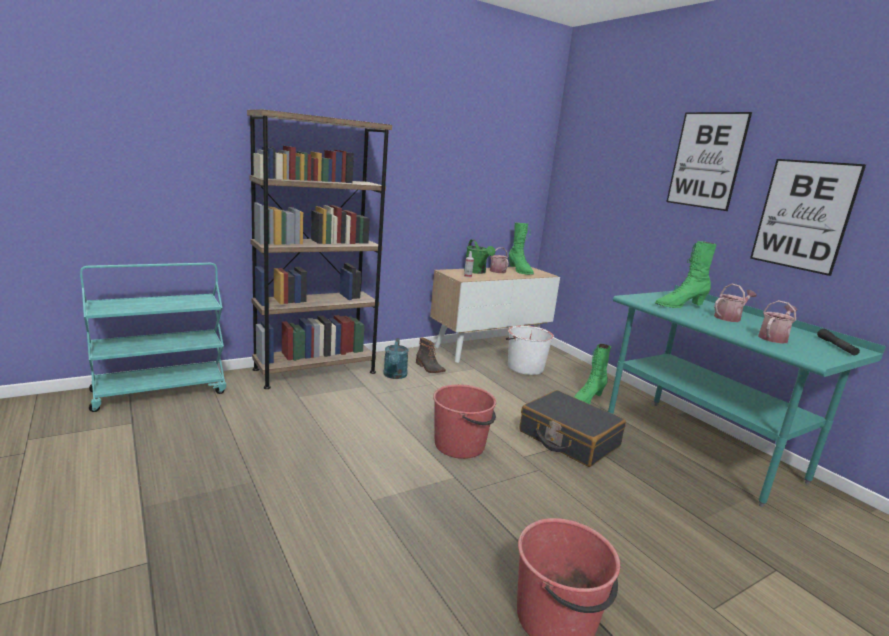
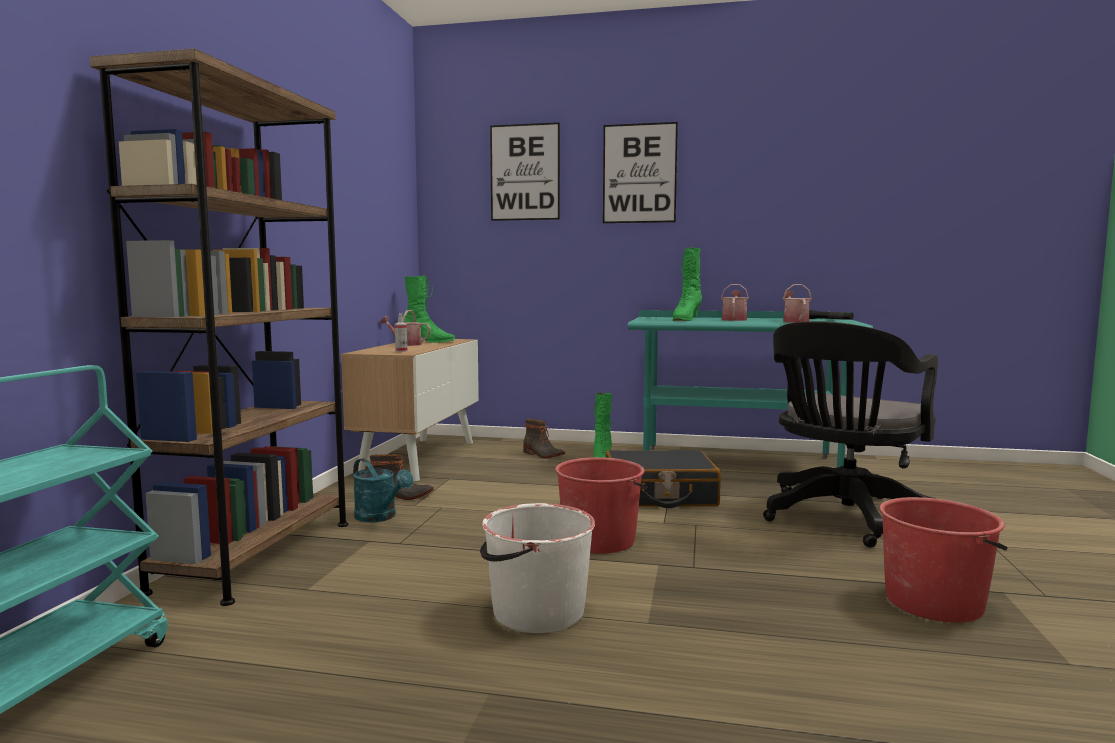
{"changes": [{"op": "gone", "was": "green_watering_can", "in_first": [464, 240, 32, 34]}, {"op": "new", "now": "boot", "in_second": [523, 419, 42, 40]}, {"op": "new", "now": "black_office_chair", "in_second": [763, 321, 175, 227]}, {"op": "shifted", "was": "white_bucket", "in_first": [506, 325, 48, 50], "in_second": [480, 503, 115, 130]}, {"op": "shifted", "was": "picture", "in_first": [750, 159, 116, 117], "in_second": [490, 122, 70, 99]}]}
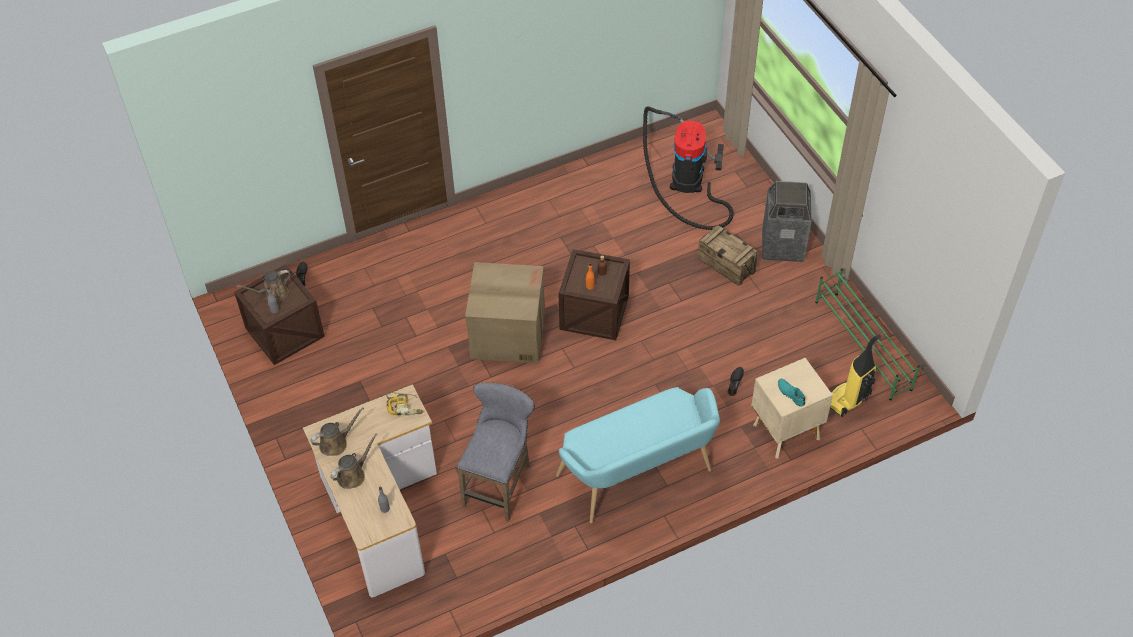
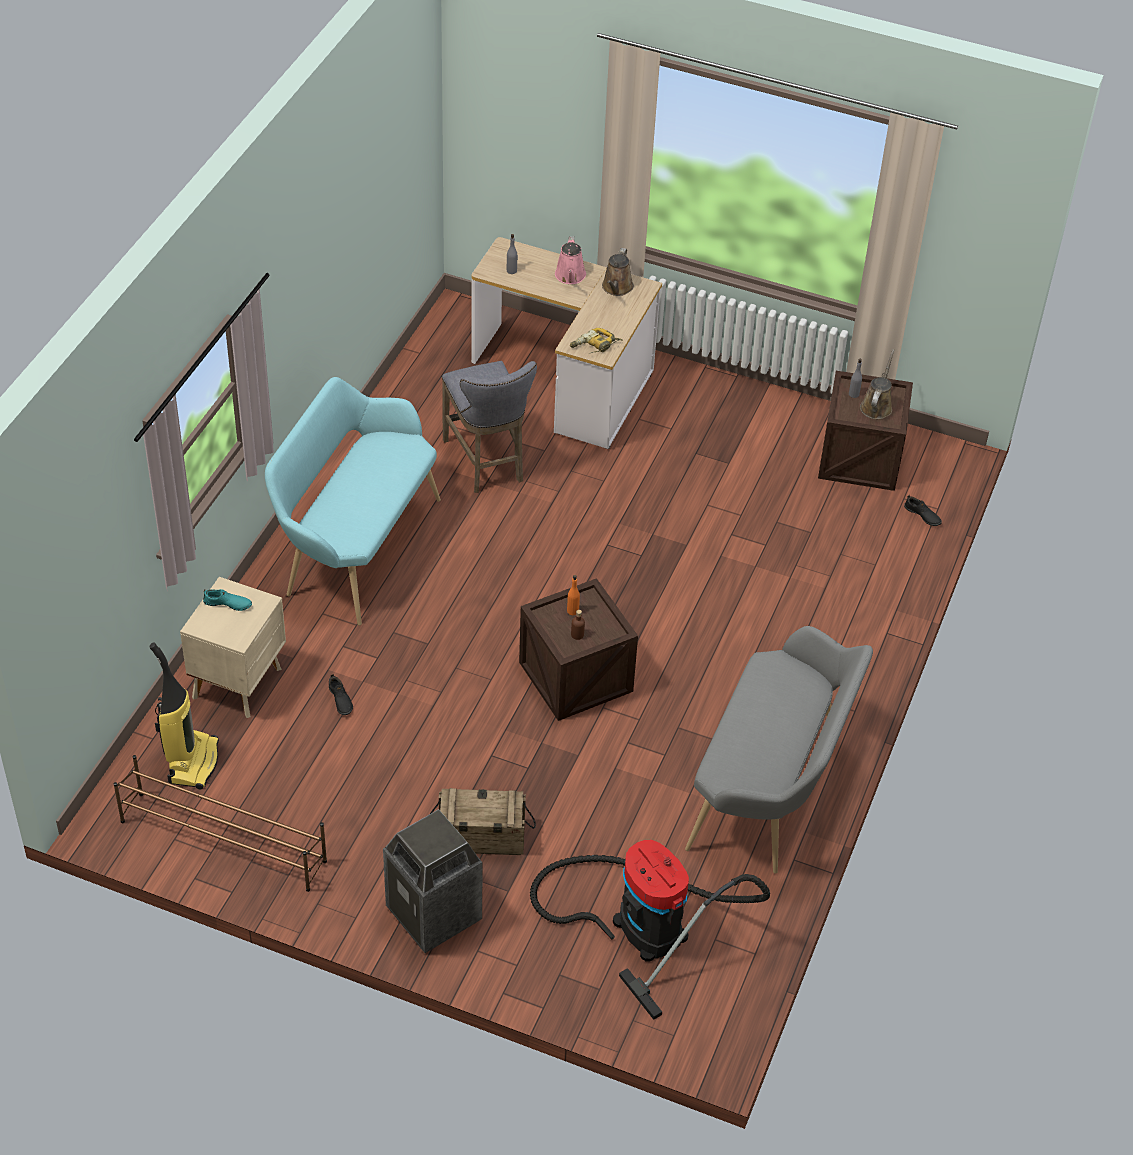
{"changes": [{"op": "gone", "was": "cardboard_box", "in_first": [465, 262, 80, 102]}, {"op": "new", "now": "grey_bench", "in_second": [685, 626, 188, 247]}, {"op": "repainted", "was": "brown_watering_can", "now": "pink_watering_can", "in_first": [331, 434, 46, 55], "in_second": [555, 236, 31, 48]}, {"op": "repainted", "was": "green_shoe_rack", "now": "brown_shoe_rack", "in_first": [815, 268, 105, 132], "in_second": [114, 755, 213, 137]}]}
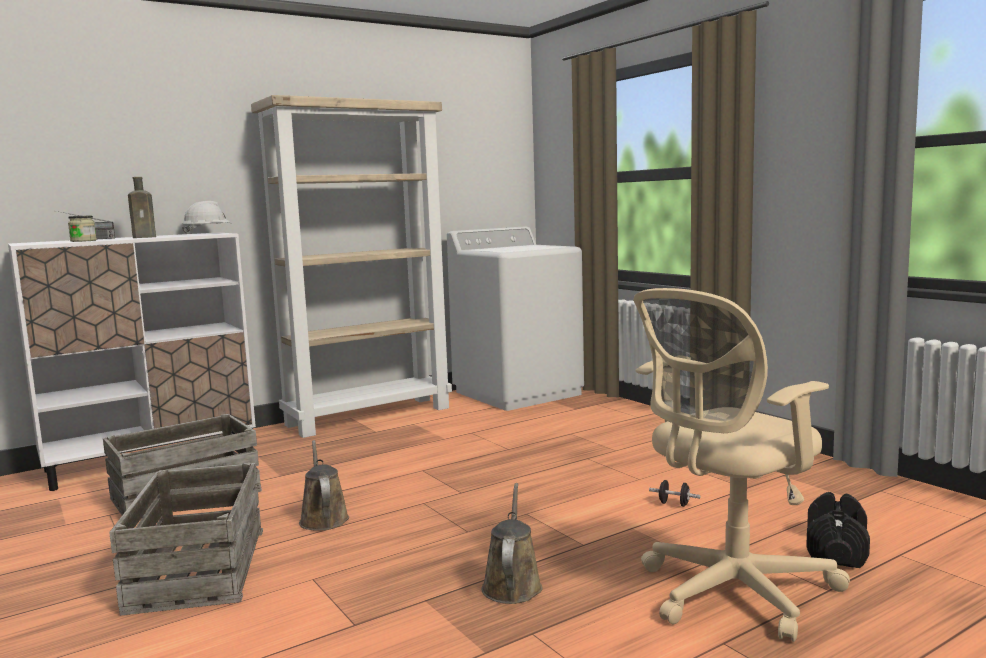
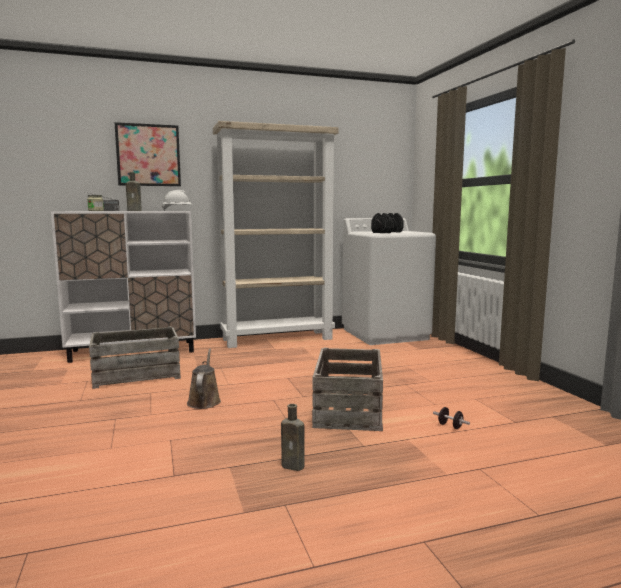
{"changes": [{"op": "gone", "was": "beige_office_chair", "in_first": [634, 288, 216, 354]}, {"op": "new", "now": "picture", "in_second": [114, 122, 67, 64]}, {"op": "shifted", "was": "crate", "in_first": [109, 463, 154, 153], "in_second": [312, 348, 71, 83]}, {"op": "shifted", "was": "black_dumbbell", "in_first": [806, 492, 64, 76], "in_second": [371, 213, 33, 20]}, {"op": "swapped", "was": "brown_watering_can", "now": "brown_bottle", "in_first": [481, 483, 62, 121], "in_second": [281, 404, 23, 67]}]}
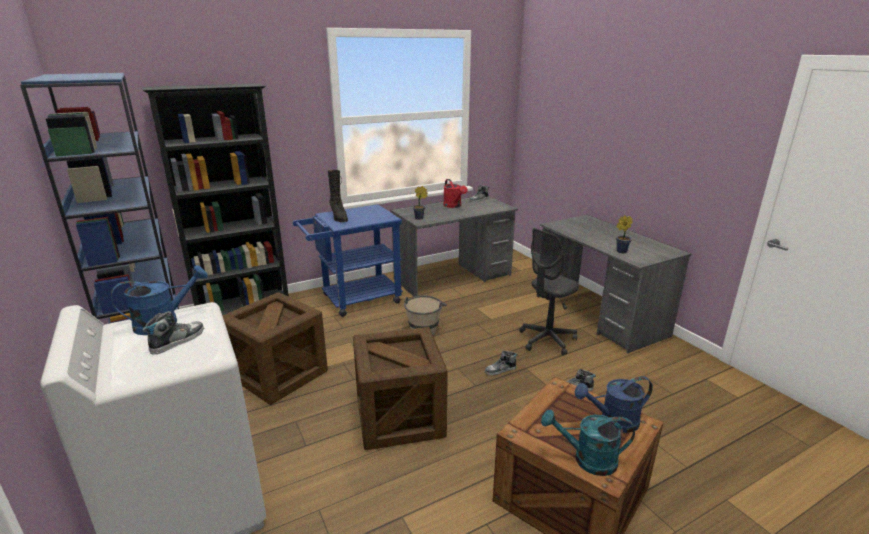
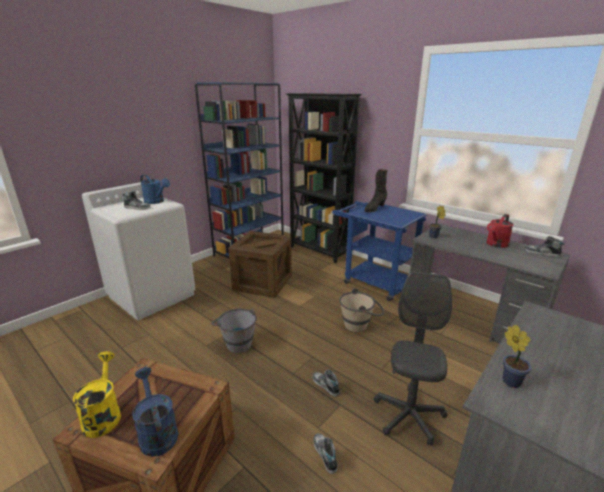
{"changes": [{"op": "swapped", "was": "crate", "now": "grey_bucket", "in_first": [353, 327, 95, 123], "in_second": [212, 308, 45, 45]}, {"op": "repainted", "was": "turquoise_watering_can", "now": "yellow_watering_can", "in_first": [541, 410, 94, 66], "in_second": [73, 351, 48, 87]}, {"op": "rotated", "was": "grey_office_chair", "in_first": [519, 228, 60, 127], "in_second": [374, 271, 78, 175], "clockwise": 75}]}
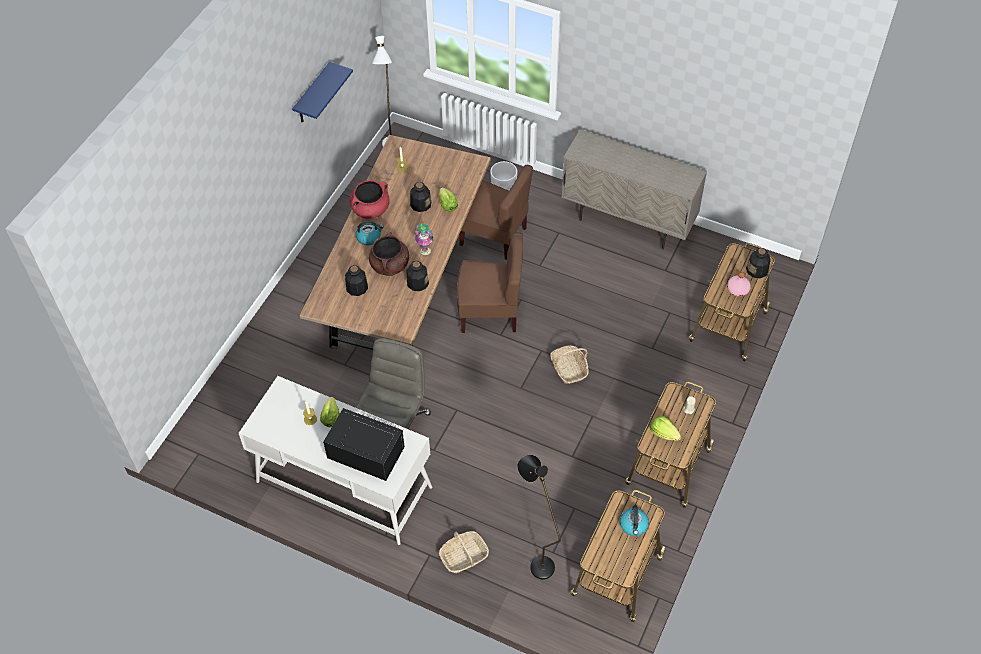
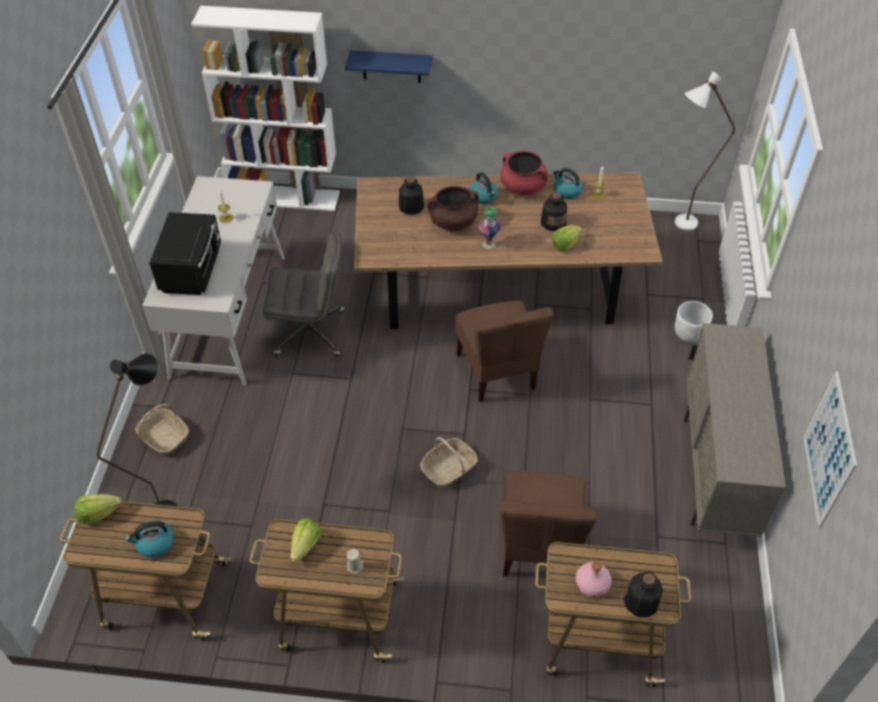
{"changes": [{"op": "gone", "was": "bottle", "in_first": [407, 261, 22, 30]}, {"op": "new", "now": "white_bookcase", "in_second": [191, 6, 149, 205]}, {"op": "new", "now": "kettle", "in_second": [553, 168, 30, 31]}, {"op": "new", "now": "picture", "in_second": [804, 372, 53, 156]}, {"op": "shifted", "was": "blue_shelf", "in_first": [292, 62, 61, 60], "in_second": [345, 50, 88, 33]}, {"op": "shifted", "was": "lettuce", "in_first": [320, 397, 20, 31], "in_second": [74, 494, 47, 30]}, {"op": "shifted", "was": "brown_chair", "in_first": [459, 165, 74, 95], "in_second": [501, 471, 96, 106]}]}
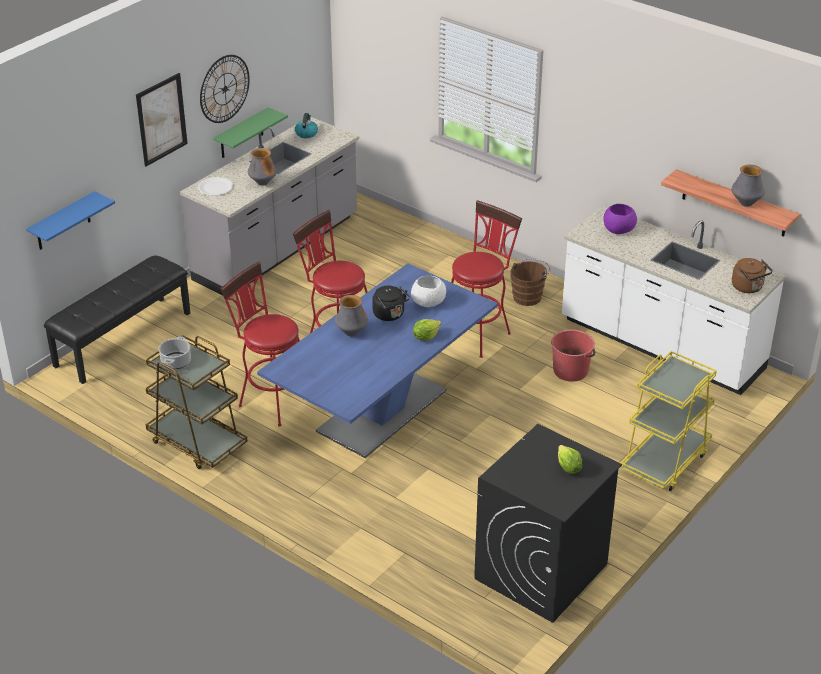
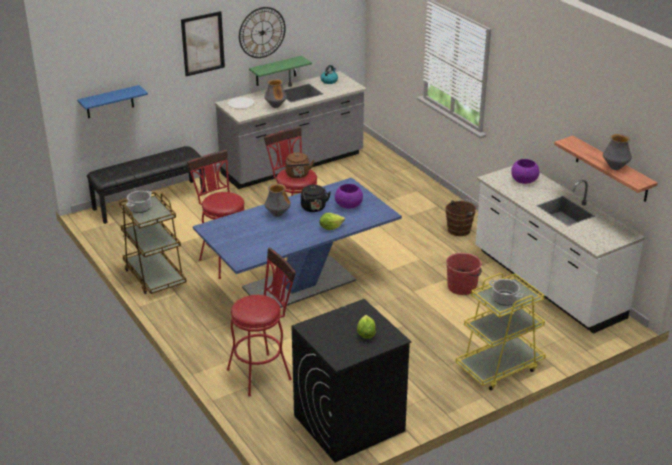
{"changes": [{"op": "new", "now": "cooking_pot", "in_second": [489, 279, 34, 27]}, {"op": "shifted", "was": "red_stool", "in_first": [451, 200, 71, 158], "in_second": [227, 247, 69, 150]}, {"op": "shifted", "was": "brown_kettle", "in_first": [732, 258, 41, 35], "in_second": [285, 152, 29, 26]}, {"op": "repainted", "was": "white_bowl", "now": "purple_bowl", "in_first": [411, 276, 35, 31], "in_second": [335, 184, 28, 25]}]}
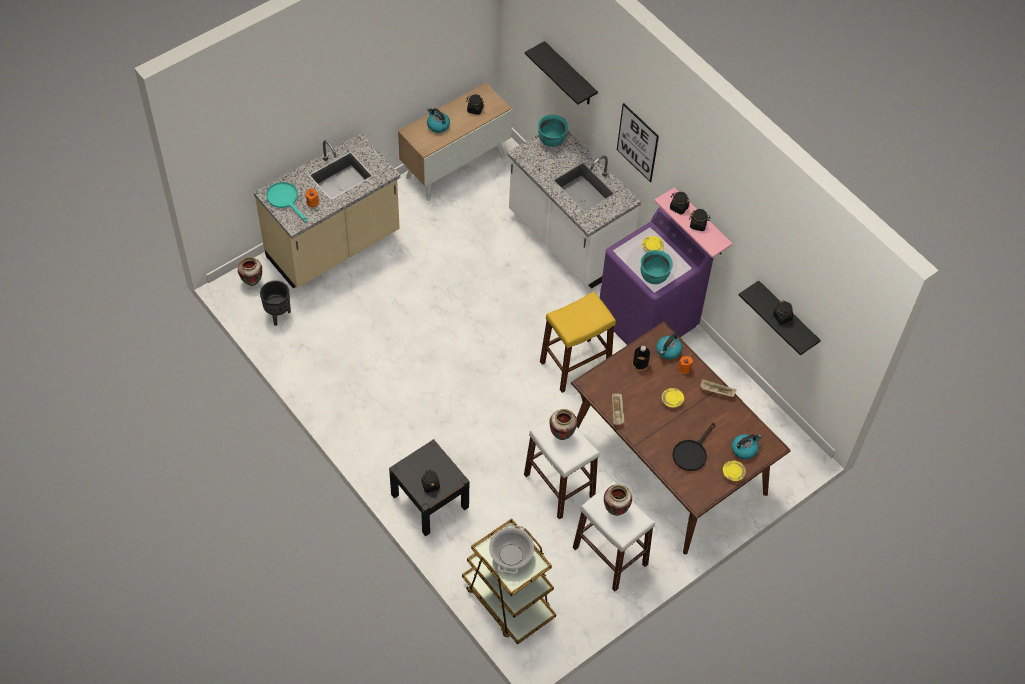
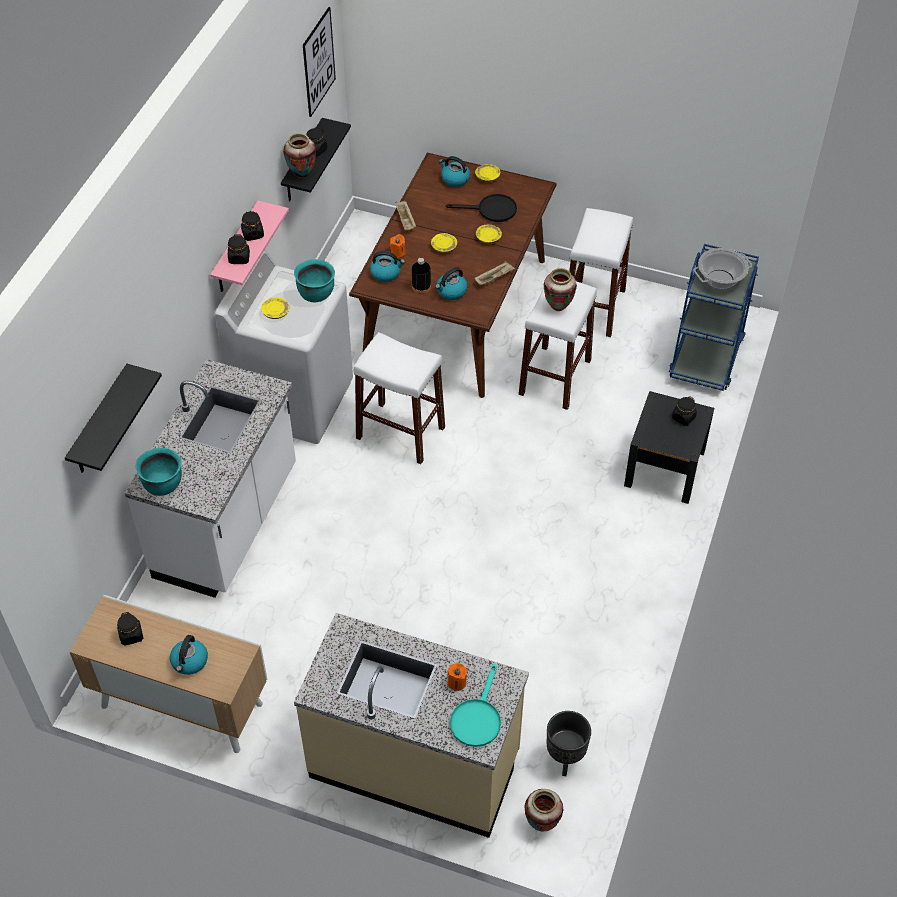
{"changes": [{"op": "new", "now": "kettle", "in_second": [435, 267, 33, 33]}, {"op": "new", "now": "yellow_plate", "in_second": [476, 225, 26, 18]}, {"op": "shifted", "was": "vase", "in_first": [604, 484, 28, 32], "in_second": [283, 133, 33, 45]}, {"op": "shifted", "was": "picture", "in_first": [617, 103, 42, 79], "in_second": [303, 7, 33, 110]}, {"op": "repainted", "was": "brown_cart", "now": "blue_cart", "in_first": [462, 518, 94, 127], "in_second": [669, 244, 90, 147]}, {"op": "repainted", "was": "yellow_stool", "now": "white_stool", "in_first": [540, 291, 76, 102], "in_second": [353, 332, 92, 132]}, {"op": "repainted", "was": "purple_washing_machine", "now": "white_washing_machine", "in_first": [600, 207, 114, 138], "in_second": [215, 250, 138, 194]}]}
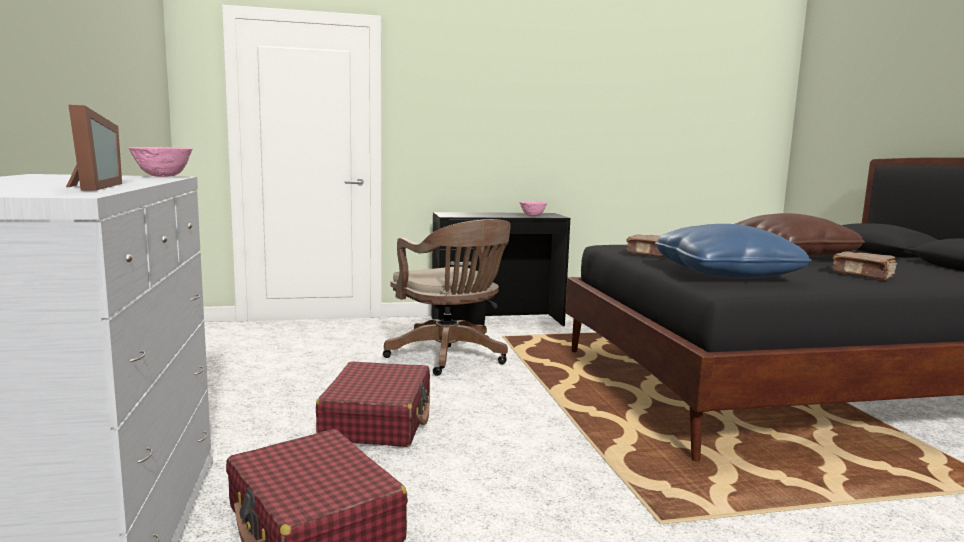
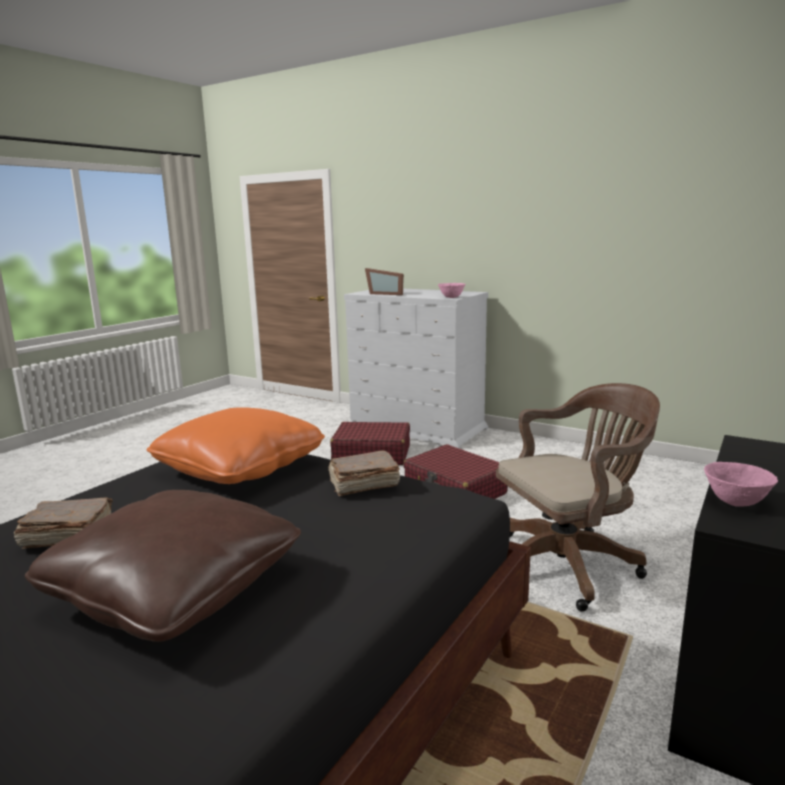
{"changes": [{"op": "repainted", "was": "blue_pillow", "now": "orange_pillow", "in_first": [655, 224, 157, 55], "in_second": [147, 407, 178, 77]}, {"op": "rotated", "was": "brown_office_chair", "in_first": [383, 219, 128, 157], "in_second": [496, 383, 164, 229], "clockwise": 150}]}
